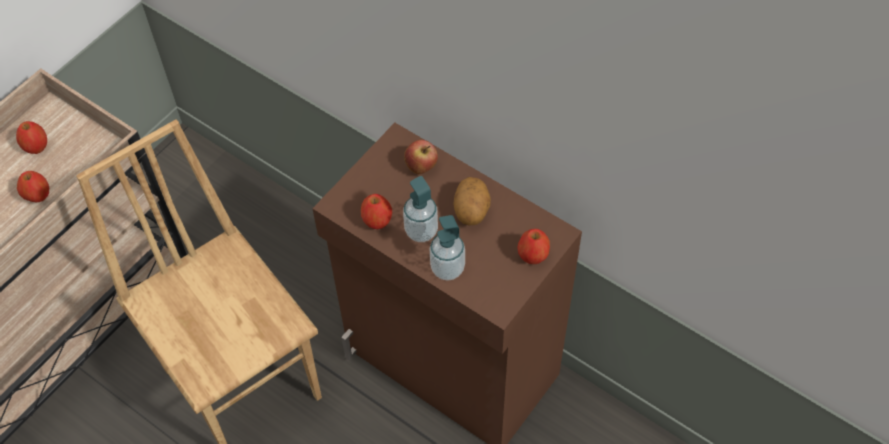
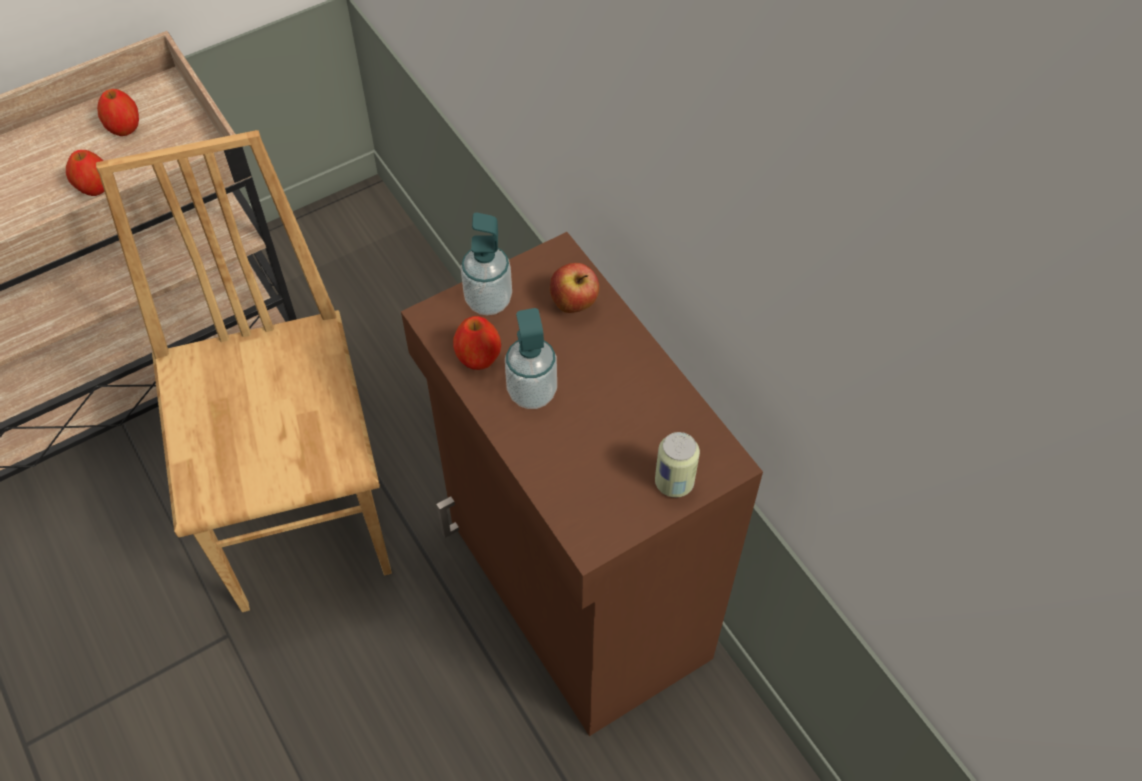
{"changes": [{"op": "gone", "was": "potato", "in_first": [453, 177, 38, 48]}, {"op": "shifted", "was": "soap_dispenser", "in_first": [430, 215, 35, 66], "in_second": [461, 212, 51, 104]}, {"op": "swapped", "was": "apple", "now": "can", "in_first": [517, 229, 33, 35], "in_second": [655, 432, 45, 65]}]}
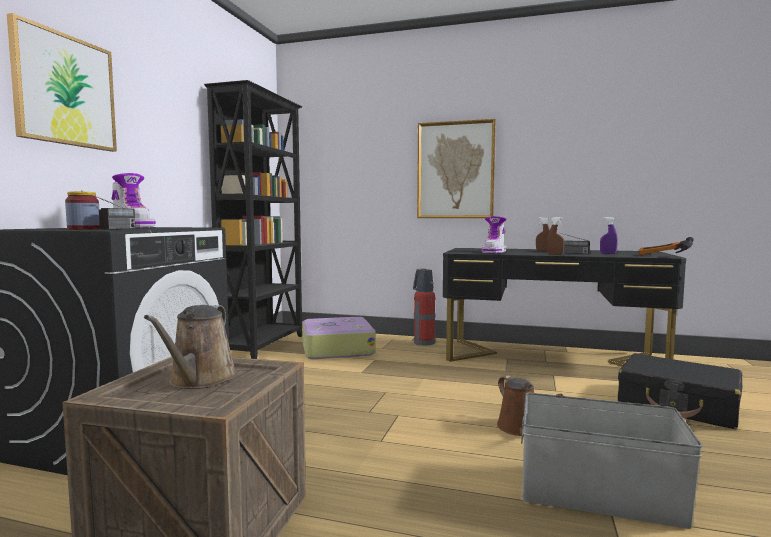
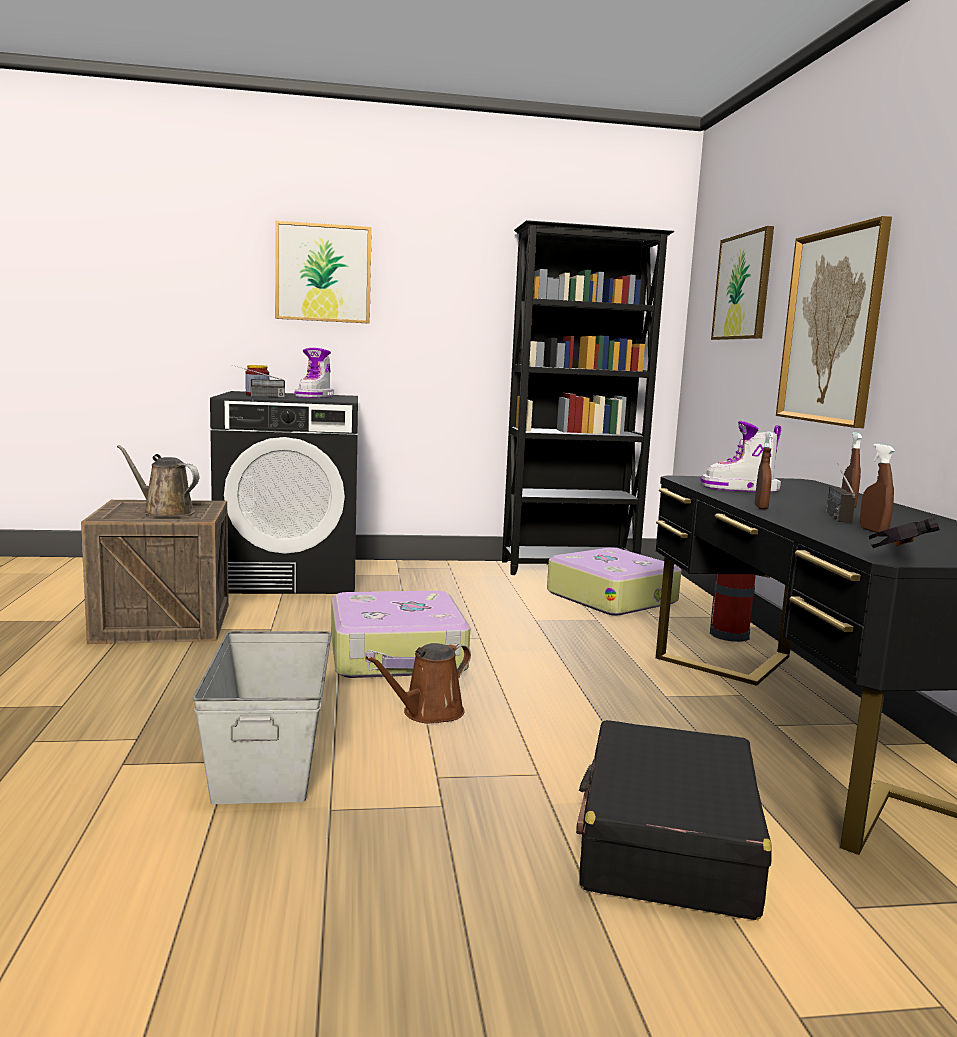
{"changes": [{"op": "new", "now": "suitcase", "in_second": [331, 591, 139, 87]}, {"op": "new", "now": "picture", "in_second": [711, 226, 63, 114]}, {"op": "repainted", "was": "purple_spray_bottle", "now": "brown_spray_bottle", "in_first": [600, 217, 18, 37], "in_second": [860, 444, 35, 89]}, {"op": "rotated", "was": "brown_watering_can", "in_first": [144, 305, 93, 84], "in_second": [117, 445, 82, 72], "clockwise": 45}]}
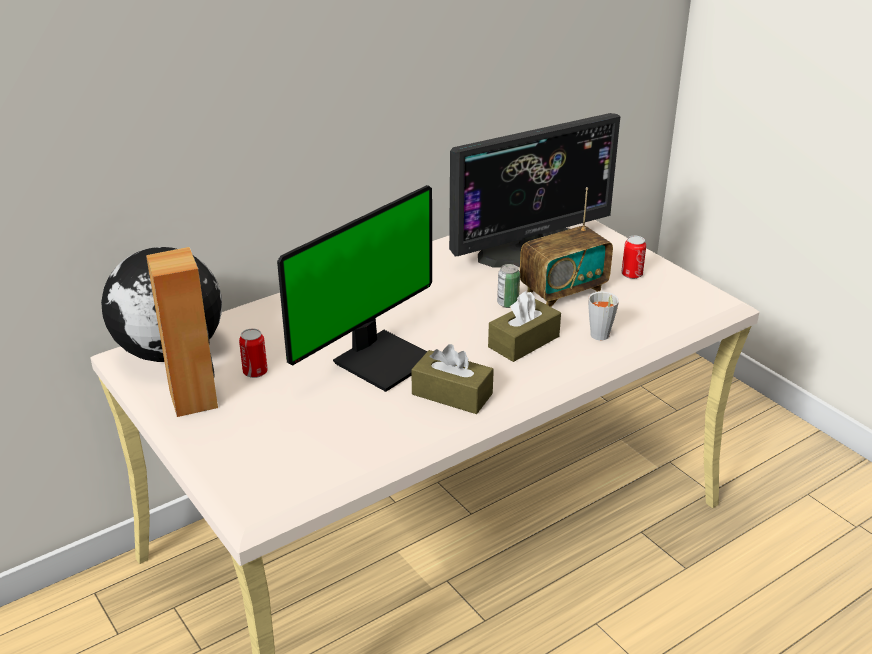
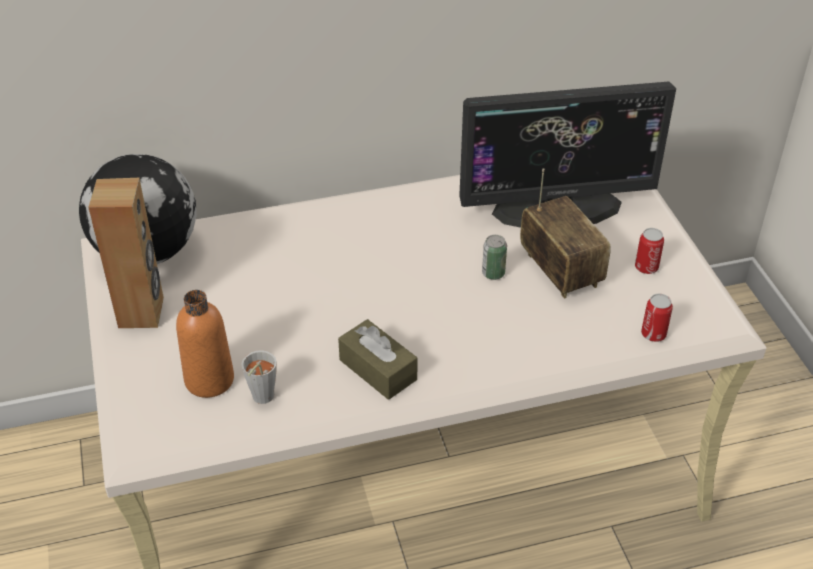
{"changes": [{"op": "gone", "was": "monitor", "in_first": [277, 185, 155, 207]}, {"op": "gone", "was": "brown_tissue_box", "in_first": [488, 291, 73, 71]}, {"op": "new", "now": "orange_bottle", "in_second": [176, 290, 58, 108]}, {"op": "shifted", "was": "can", "in_first": [239, 328, 29, 50], "in_second": [641, 294, 32, 48]}, {"op": "shifted", "was": "grey_cup", "in_first": [588, 292, 31, 49], "in_second": [241, 350, 36, 54]}, {"op": "rotated", "was": "radio", "in_first": [520, 187, 93, 120], "in_second": [520, 168, 91, 131], "clockwise": -105}]}
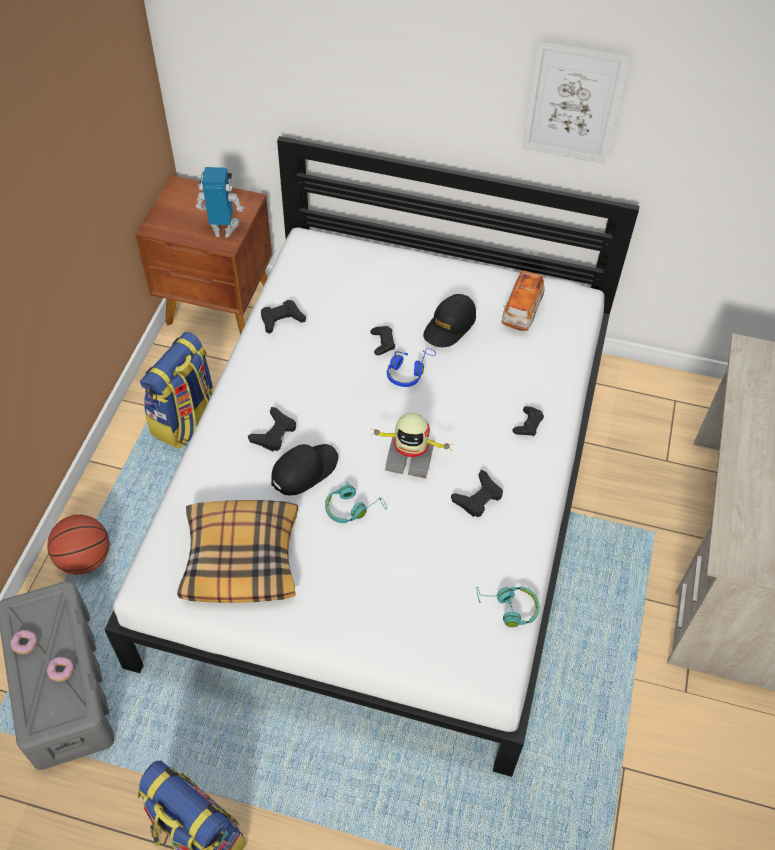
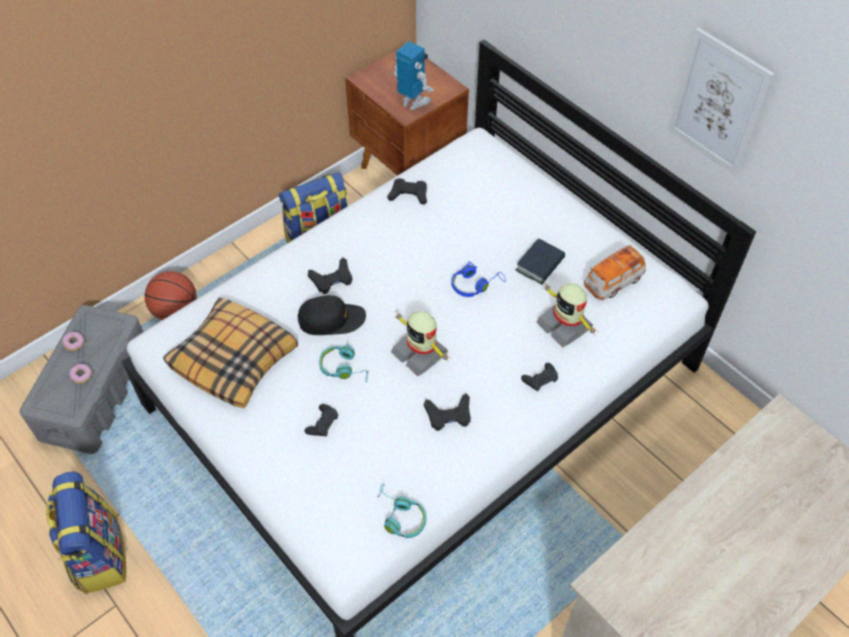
{"changes": [{"op": "new", "now": "toy_robot", "in_second": [537, 282, 59, 65]}, {"op": "shifted", "was": "black_game_controller", "in_first": [370, 326, 25, 29], "in_second": [305, 404, 33, 32]}, {"op": "swapped", "was": "black_cap", "now": "book", "in_first": [423, 294, 53, 53], "in_second": [515, 238, 50, 47]}]}
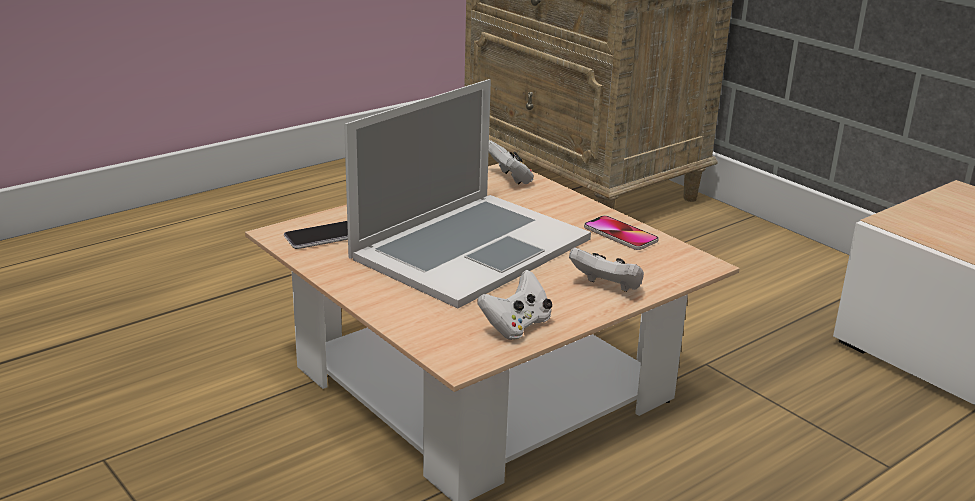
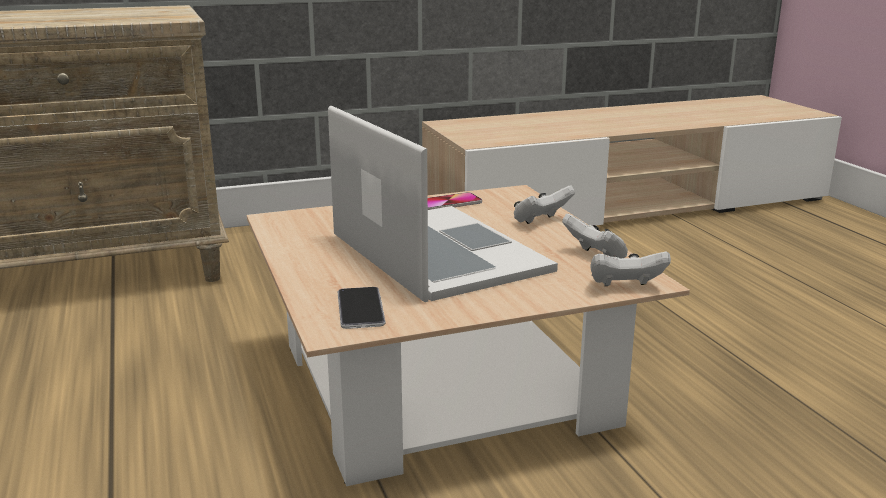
{"changes": [{"op": "shifted", "was": "white_game_controller", "in_first": [489, 140, 45, 44], "in_second": [590, 251, 81, 35]}]}
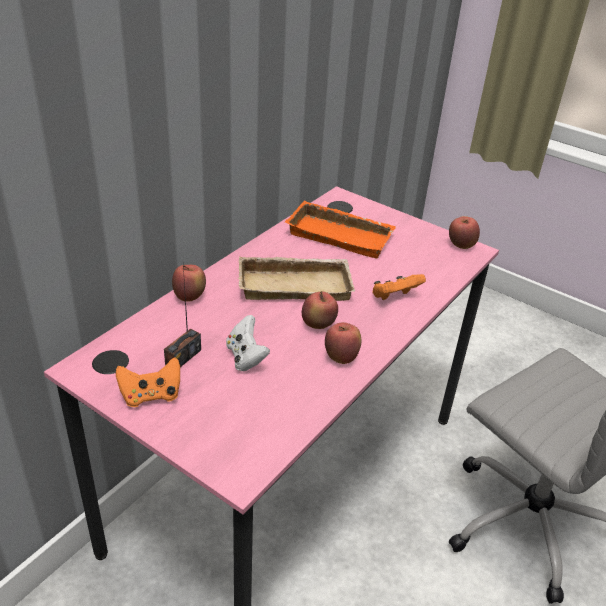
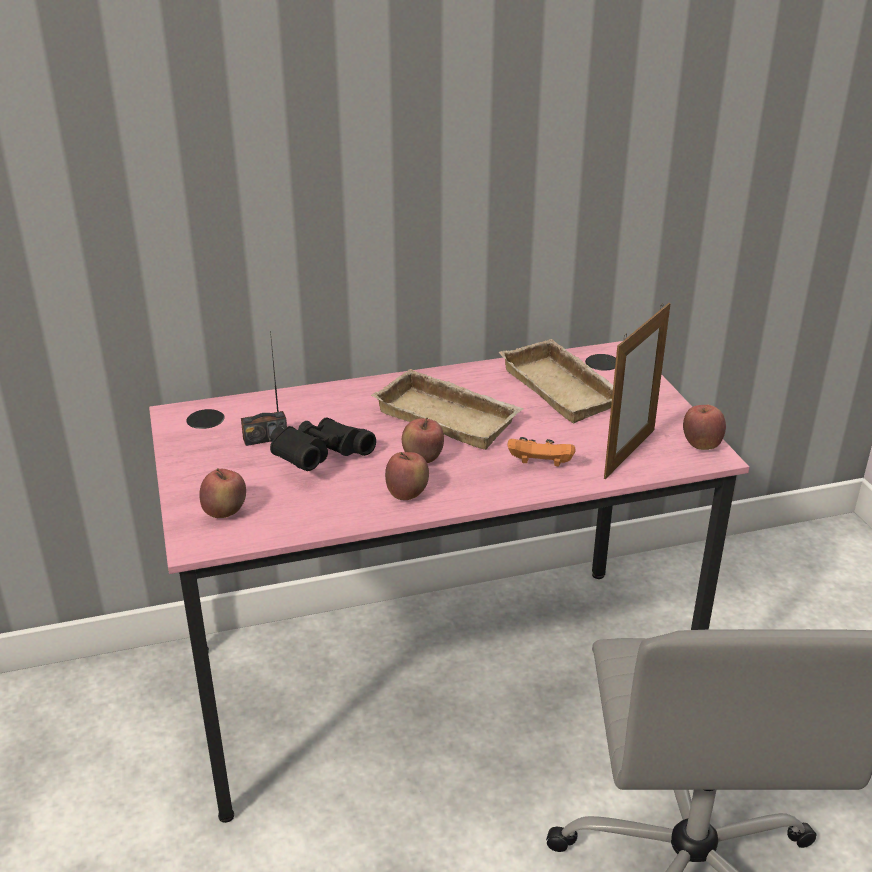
{"changes": [{"op": "gone", "was": "orange_game_controller", "in_first": [116, 357, 64, 50]}, {"op": "new", "now": "picture_frame", "in_second": [604, 303, 67, 176]}, {"op": "shifted", "was": "apple", "in_first": [172, 265, 34, 37], "in_second": [199, 469, 47, 49]}, {"op": "swapped", "was": "white_game_controller", "now": "black_binoculars", "in_first": [226, 315, 44, 56], "in_second": [270, 417, 106, 54]}, {"op": "repainted", "was": "orange_tray", "now": "beige_tray", "in_first": [285, 201, 111, 57], "in_second": [498, 339, 115, 84]}]}
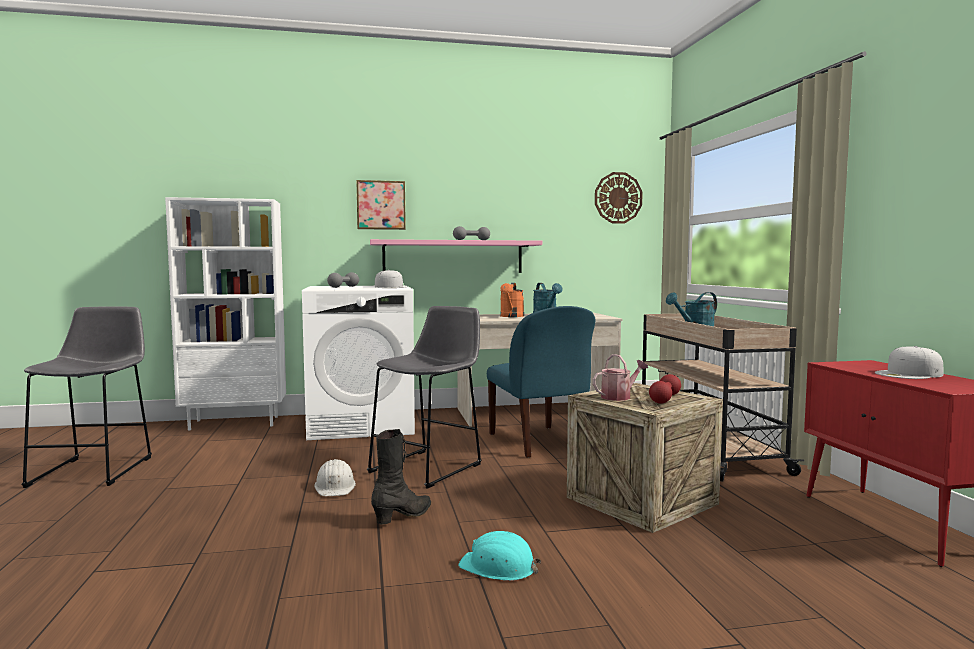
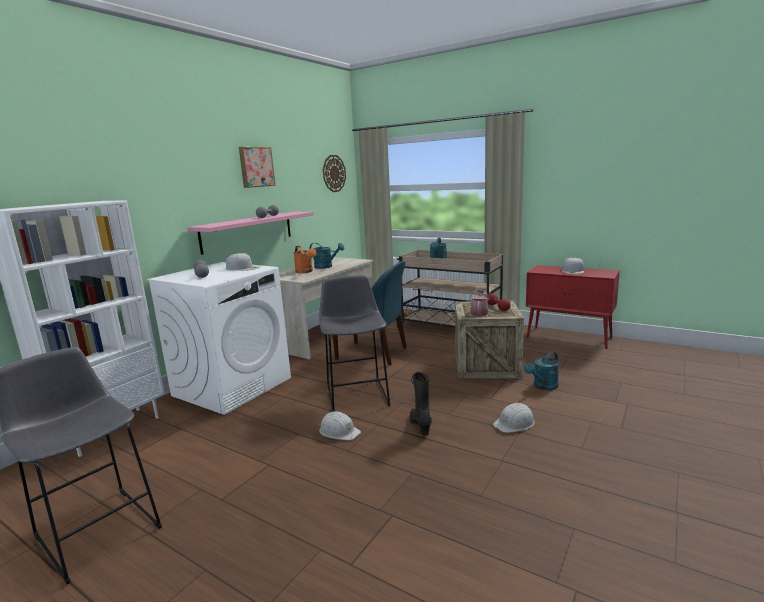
{"changes": [{"op": "new", "now": "turquoise_watering_can", "in_second": [524, 352, 35, 38]}, {"op": "shifted", "was": "picture", "in_first": [356, 180, 50, 50], "in_second": [239, 147, 36, 41]}, {"op": "repainted", "was": "turquoise_hard_hat", "now": "white_hard_hat", "in_first": [458, 531, 83, 50], "in_second": [493, 403, 42, 30]}]}
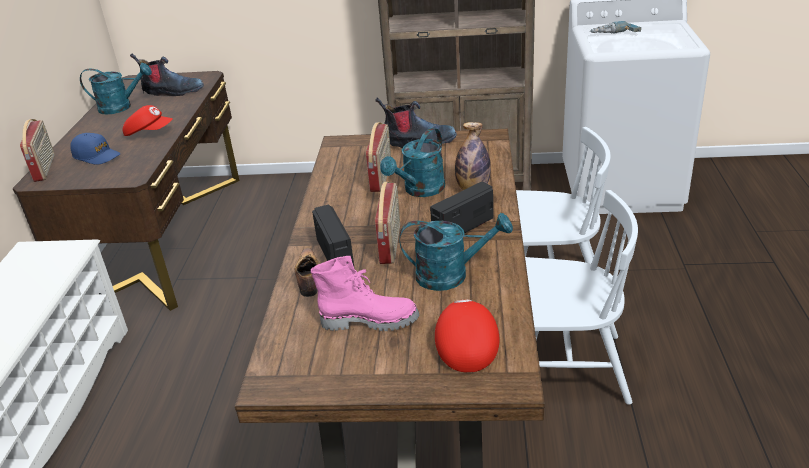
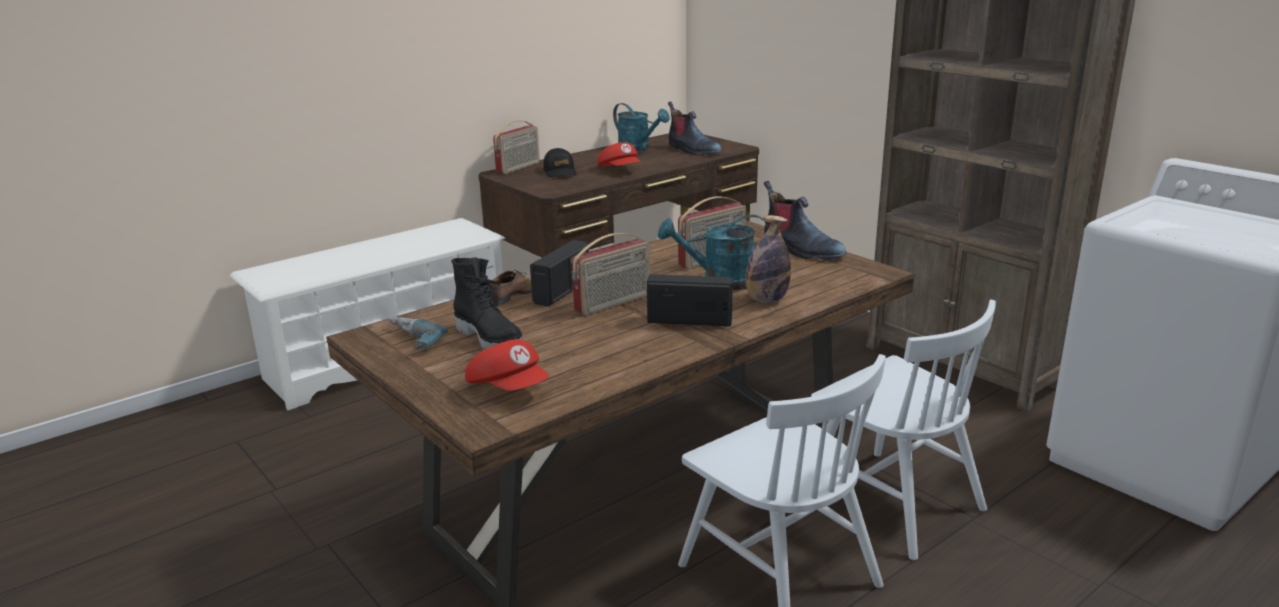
{"changes": [{"op": "gone", "was": "turquoise_watering_can", "in_first": [399, 213, 114, 78]}, {"op": "shifted", "was": "power_drill", "in_first": [590, 21, 51, 13], "in_second": [389, 317, 59, 33]}, {"op": "repainted", "was": "blue_cap", "now": "black_cap", "in_first": [70, 133, 50, 32], "in_second": [543, 148, 34, 29]}, {"op": "repainted", "was": "pink_boot", "now": "black_boot", "in_first": [311, 256, 108, 75], "in_second": [451, 257, 72, 93]}, {"op": "rotated", "was": "red_cap", "in_first": [435, 300, 64, 73], "in_second": [465, 339, 84, 52], "clockwise": 90}]}
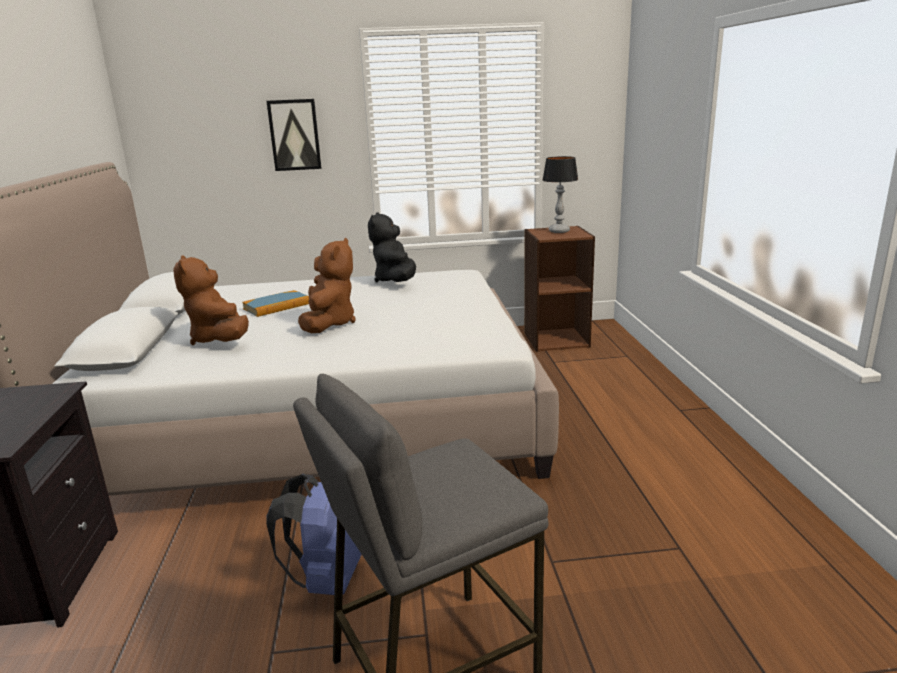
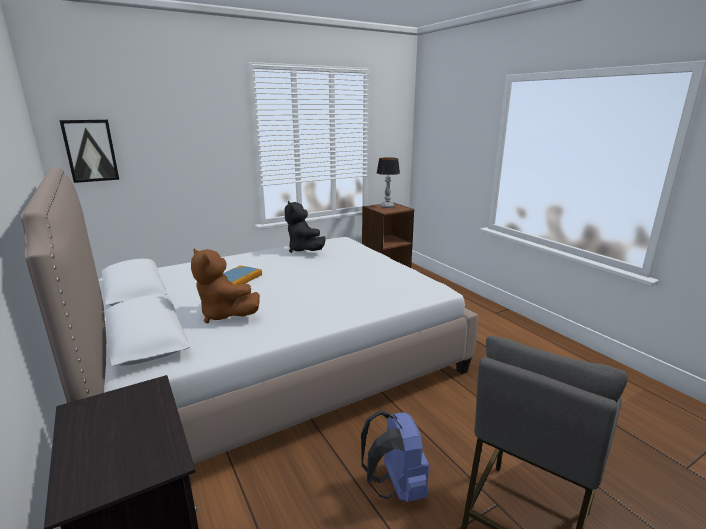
{"changes": [{"op": "gone", "was": "brown_plush_toy", "in_first": [298, 238, 58, 95]}, {"op": "shifted", "was": "picture", "in_first": [266, 99, 55, 72], "in_second": [59, 120, 60, 63]}]}
